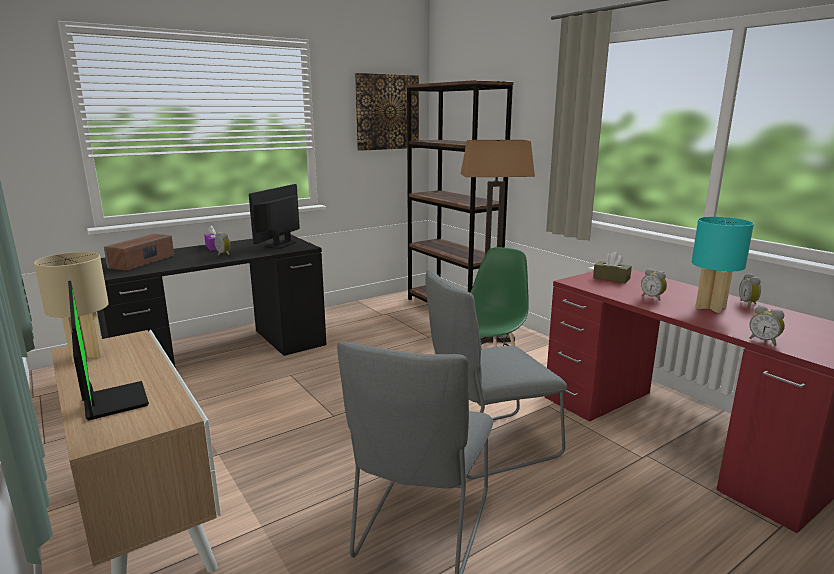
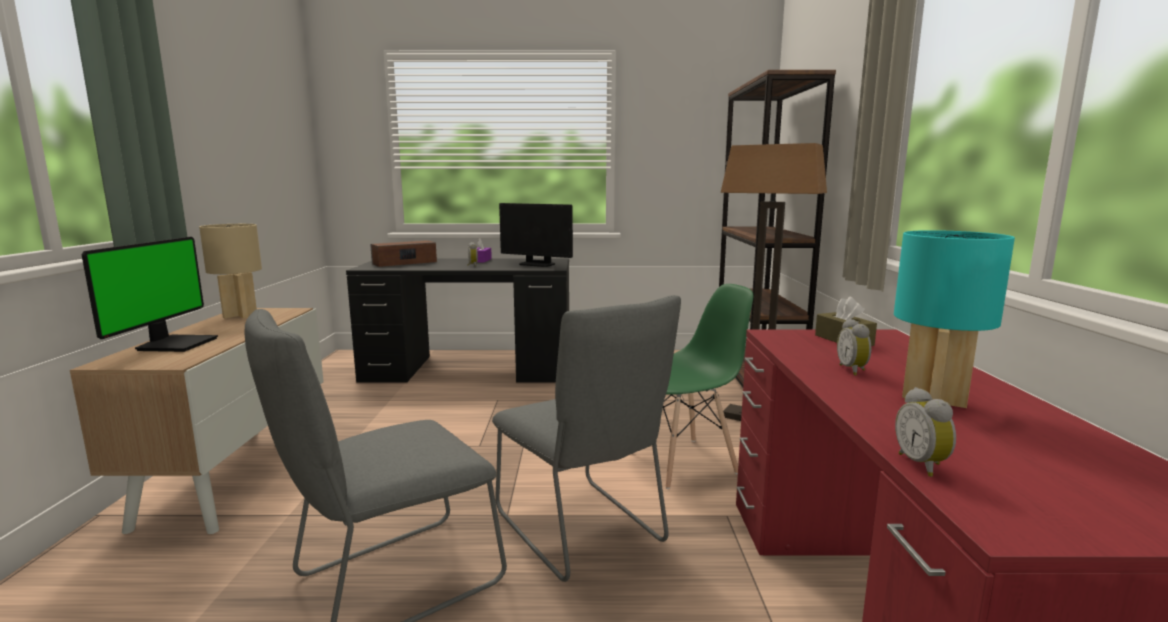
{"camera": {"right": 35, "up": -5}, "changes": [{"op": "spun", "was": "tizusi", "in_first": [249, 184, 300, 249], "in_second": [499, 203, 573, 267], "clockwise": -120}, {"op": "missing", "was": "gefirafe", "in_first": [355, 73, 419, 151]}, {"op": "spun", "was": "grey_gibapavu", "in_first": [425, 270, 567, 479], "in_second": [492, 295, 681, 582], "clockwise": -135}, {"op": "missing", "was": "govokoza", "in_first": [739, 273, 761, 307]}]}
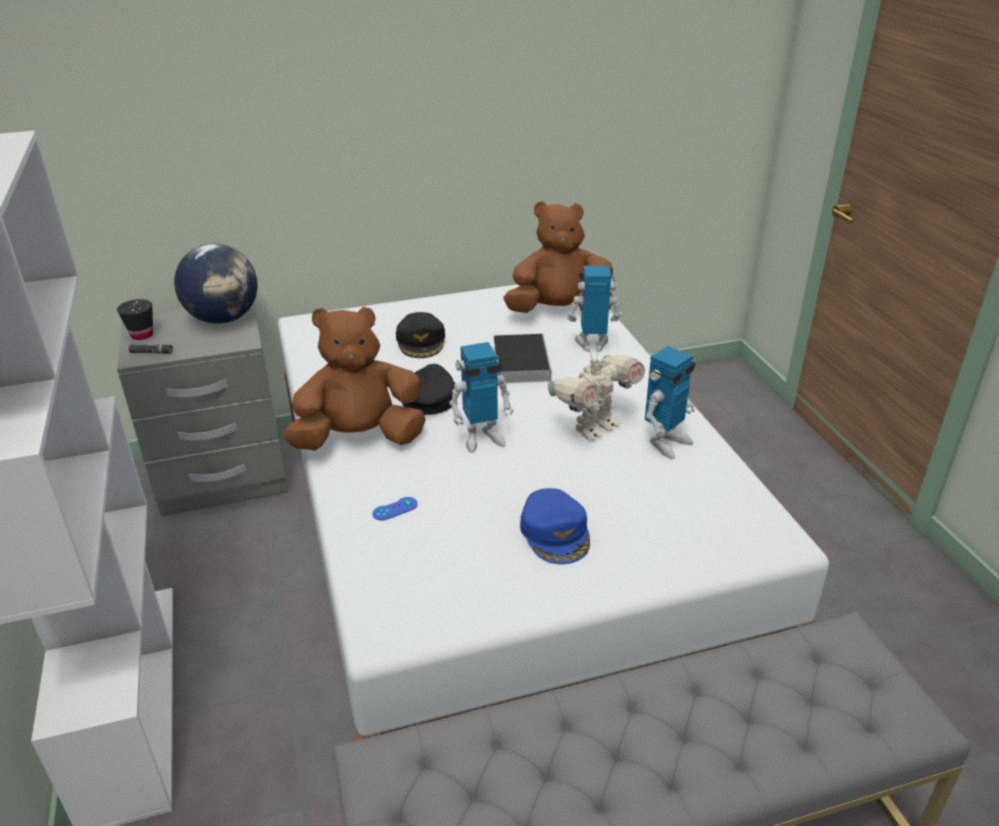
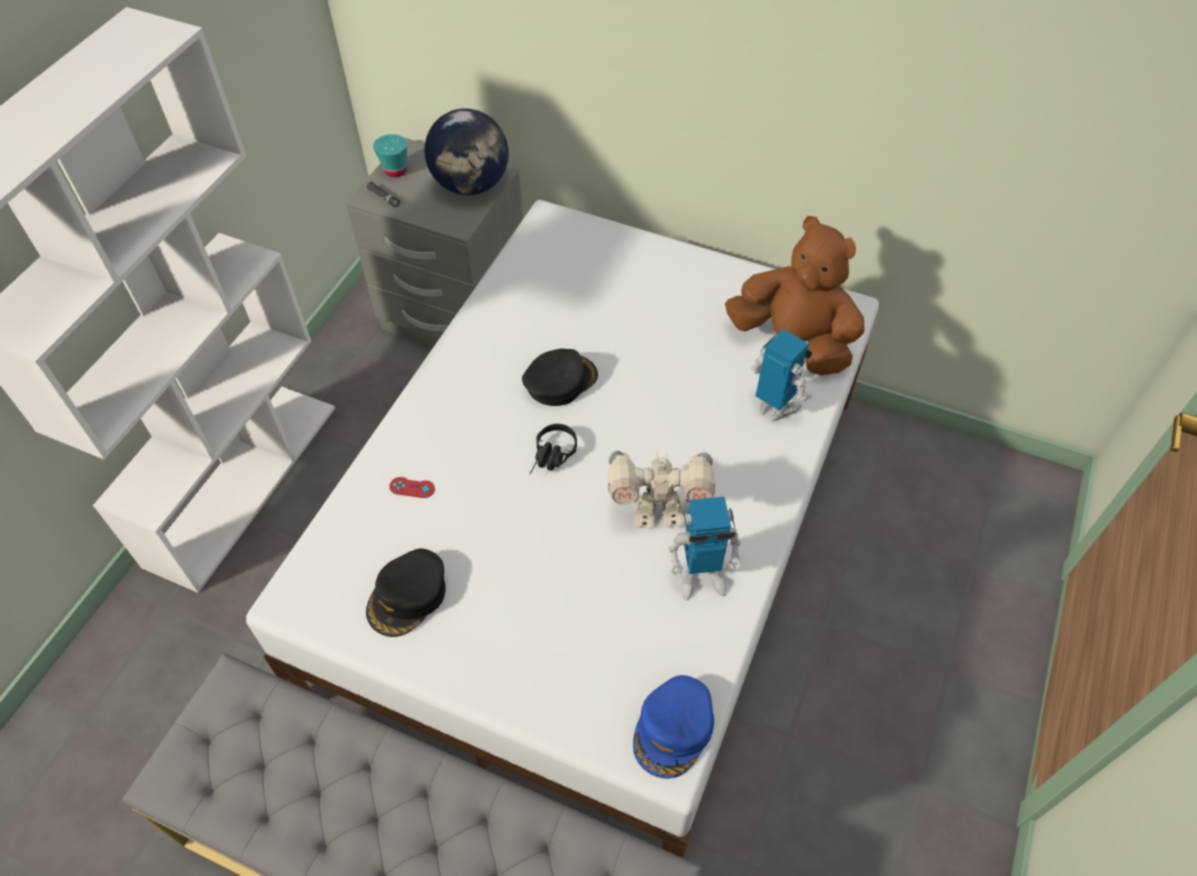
{"camera": {"right": 40, "up": 20}, "changes": [{"op": "colour", "was": "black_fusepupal", "now": "turquoise_fusepupal", "in_first": [117, 299, 153, 340], "in_second": [373, 134, 407, 178]}, {"op": "missing", "was": "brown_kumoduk", "in_first": [283, 306, 426, 450]}, {"op": "colour", "was": "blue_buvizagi", "now": "red_buvizagi", "in_first": [372, 497, 418, 521], "in_second": [389, 477, 435, 498]}, {"op": "relocated", "was": "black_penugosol", "in_first": [396, 312, 445, 358], "in_second": [366, 549, 446, 637]}, {"op": "exchanged", "was": "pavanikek", "now": "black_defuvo", "in_first": [449, 342, 513, 453], "in_second": [530, 424, 577, 474]}, {"op": "missing", "was": "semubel", "in_first": [494, 334, 551, 383]}, {"op": "relocated", "was": "blue_penugosol", "in_first": [520, 488, 590, 564], "in_second": [633, 675, 714, 779]}]}
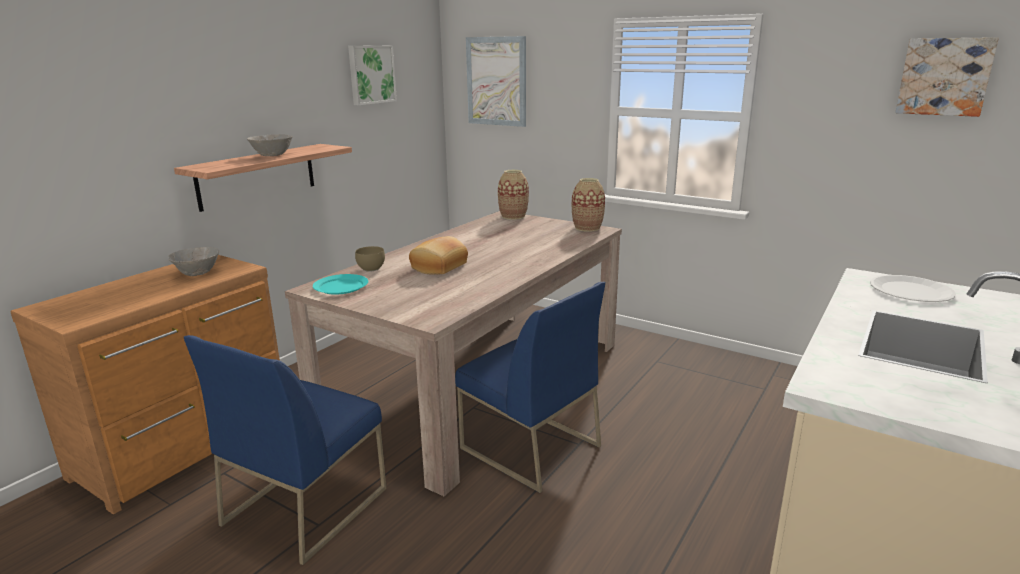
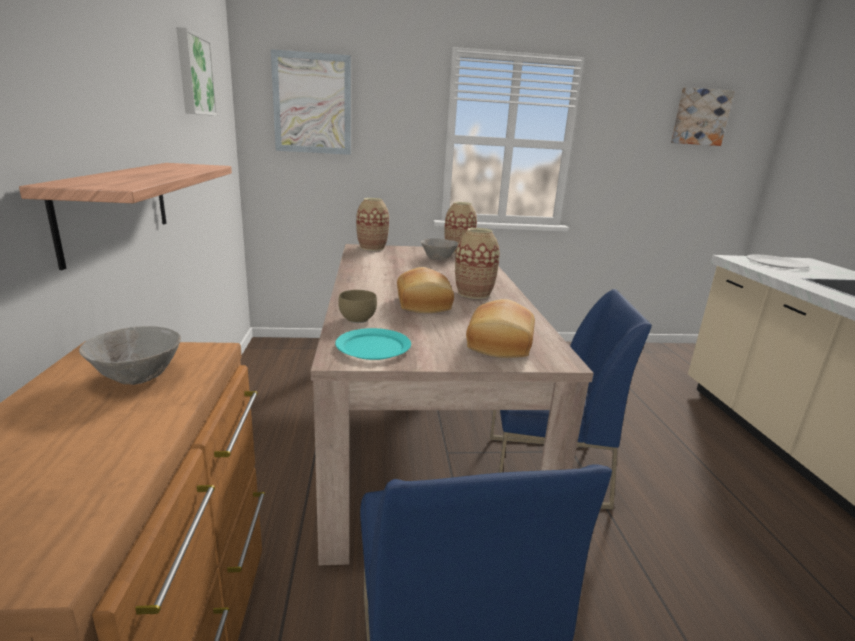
{"camera": {"right": -40, "up": 0}, "changes": [{"op": "relocated", "was": "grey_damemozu", "in_first": [247, 134, 293, 156], "in_second": [421, 238, 458, 260]}, {"op": "appeared", "now": "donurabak", "in_second": [455, 228, 500, 299]}, {"op": "appeared", "now": "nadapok", "in_second": [466, 299, 535, 358]}]}
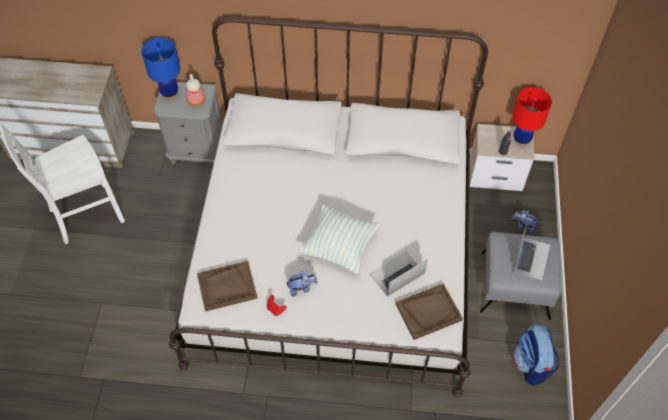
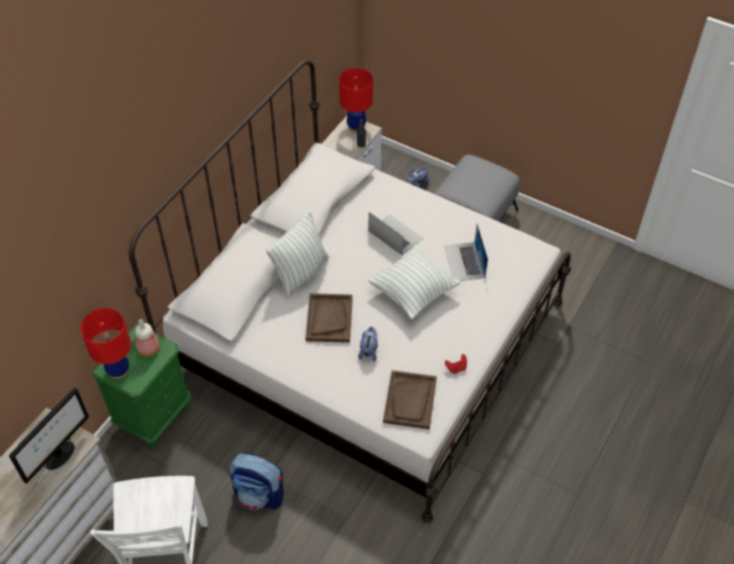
{"camera": {"right": -65, "up": -5}, "changes": [{"op": "colour", "was": "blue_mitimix", "now": "red_mitimix", "in_first": [141, 38, 180, 99], "in_second": [80, 308, 131, 379]}, {"op": "colour", "was": "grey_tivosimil", "now": "green_tivosimil", "in_first": [153, 82, 222, 166], "in_second": [93, 324, 191, 448]}, {"op": "relocated", "was": "kumoduk", "in_first": [285, 271, 318, 297], "in_second": [358, 327, 378, 362]}, {"op": "relocated", "was": "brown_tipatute", "in_first": [395, 283, 463, 340], "in_second": [305, 293, 353, 343]}, {"op": "relocated", "was": "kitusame", "in_first": [513, 222, 550, 280], "in_second": [369, 212, 423, 256]}, {"op": "relocated", "was": "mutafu", "in_first": [513, 325, 559, 386], "in_second": [230, 452, 284, 510]}, {"op": "appeared", "now": "tizusi", "in_second": [9, 388, 89, 484]}, {"op": "appeared", "now": "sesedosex", "in_second": [266, 210, 329, 299]}]}
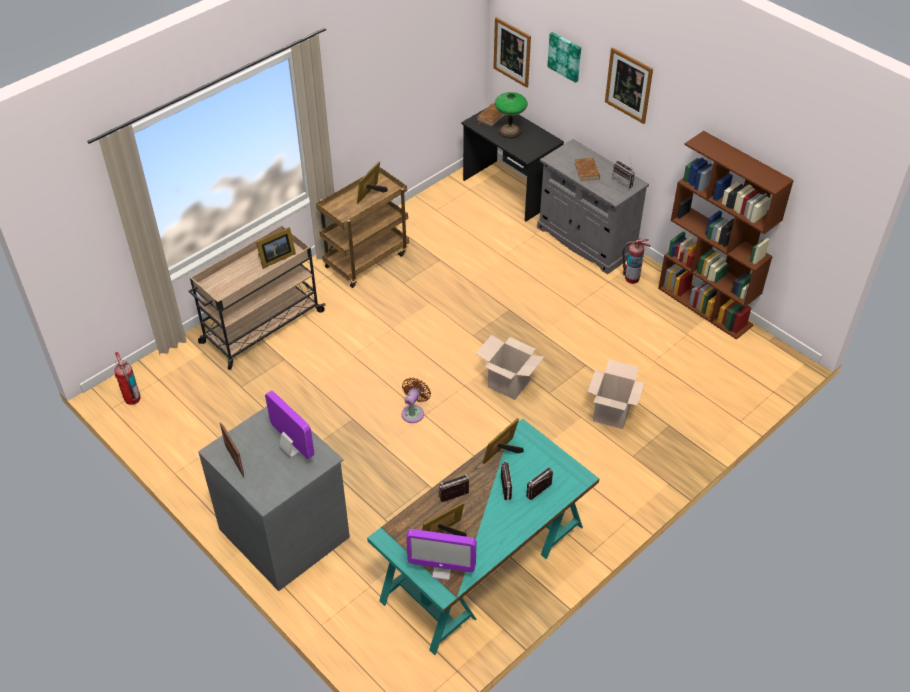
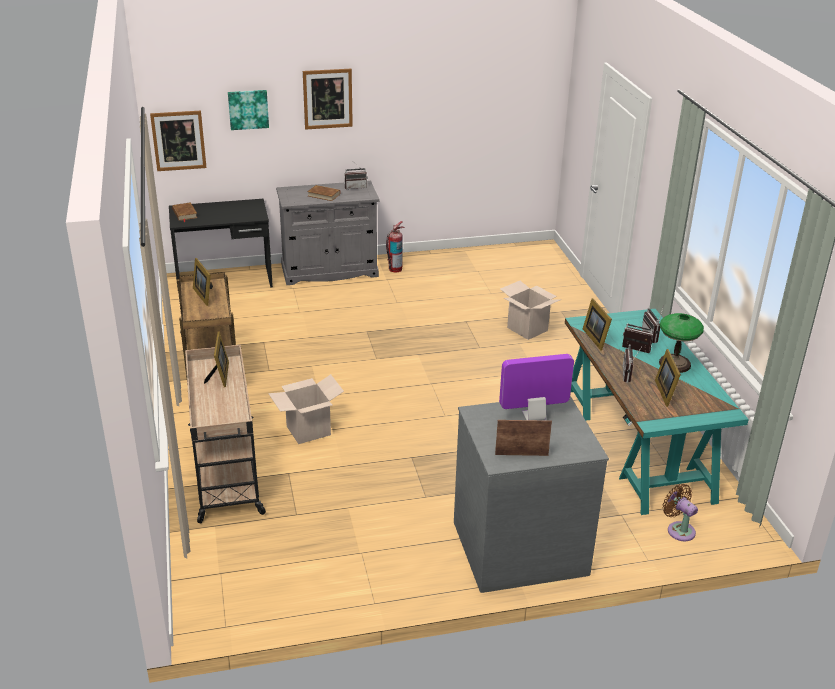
{"camera": {"right": -60, "up": -15}, "changes": [{"op": "missing", "was": "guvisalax", "in_first": [114, 352, 141, 405]}, {"op": "relocated", "was": "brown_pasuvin", "in_first": [402, 378, 431, 423], "in_second": [662, 484, 698, 541]}, {"op": "missing", "was": "tizusi", "in_first": [406, 529, 476, 580]}, {"op": "relocated", "was": "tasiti", "in_first": [476, 335, 544, 400], "in_second": [268, 374, 344, 444]}, {"op": "relocated", "was": "mitimix", "in_first": [495, 92, 527, 139], "in_second": [659, 313, 704, 373]}, {"op": "missing", "was": "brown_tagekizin", "in_first": [658, 131, 794, 340]}]}
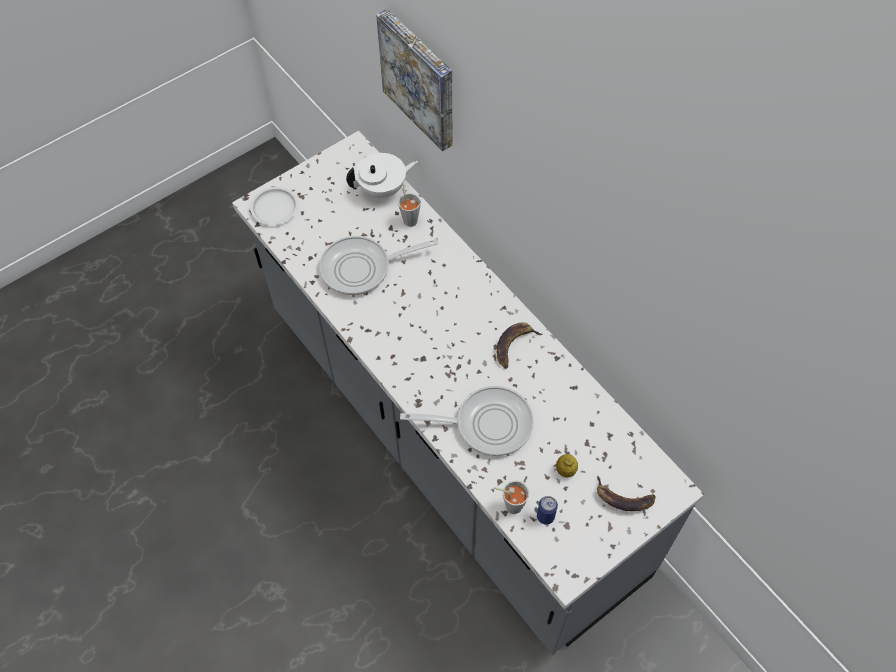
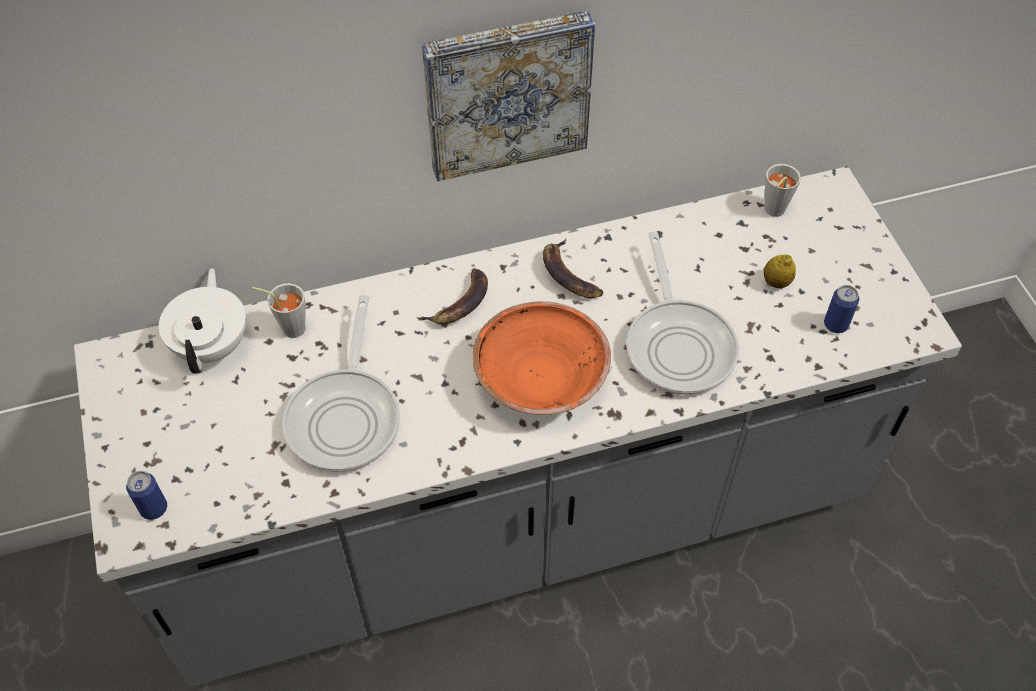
{"camera": {"right": -70, "up": -5}, "changes": [{"op": "exchanged", "was": "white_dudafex", "now": "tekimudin", "in_first": [250, 187, 298, 225], "in_second": [126, 471, 167, 520]}, {"op": "relocated", "was": "gefirafe", "in_first": [376, 9, 452, 151], "in_second": [422, 11, 595, 181]}, {"op": "spun", "was": "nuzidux", "in_first": [400, 386, 534, 456], "in_second": [626, 232, 739, 395], "clockwise": 150}, {"op": "relocated", "was": "grey_fusepupal", "in_first": [494, 480, 529, 514], "in_second": [764, 164, 801, 217]}, {"op": "relocated", "was": "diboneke", "in_first": [597, 475, 656, 511], "in_second": [417, 268, 488, 324]}, {"op": "appeared", "now": "orange_damemozu", "in_second": [472, 301, 611, 415]}]}
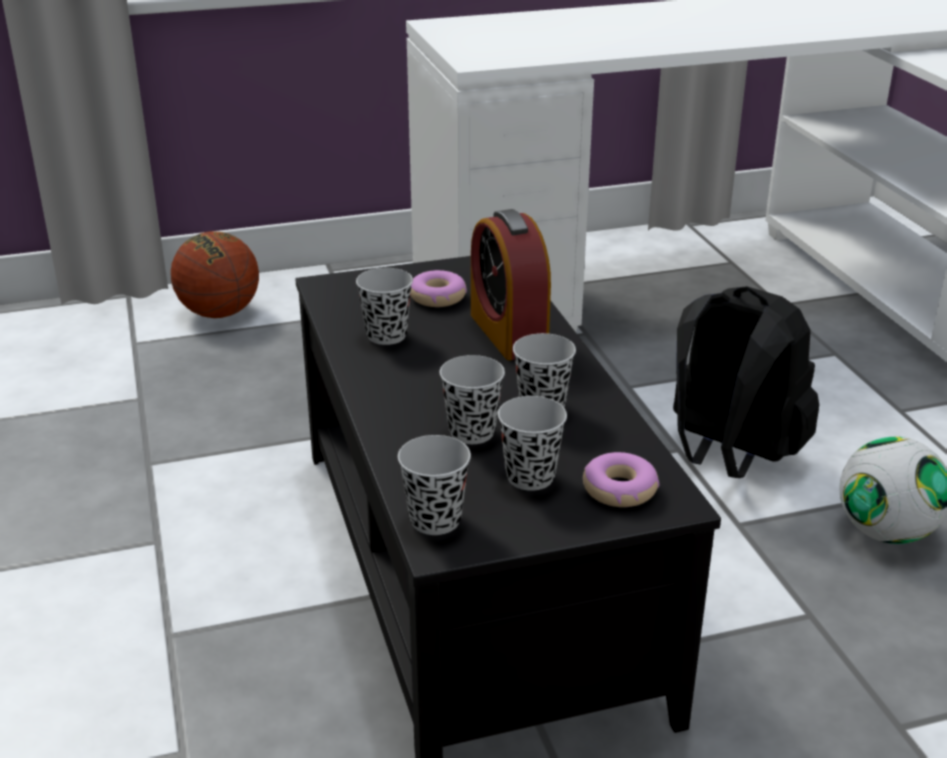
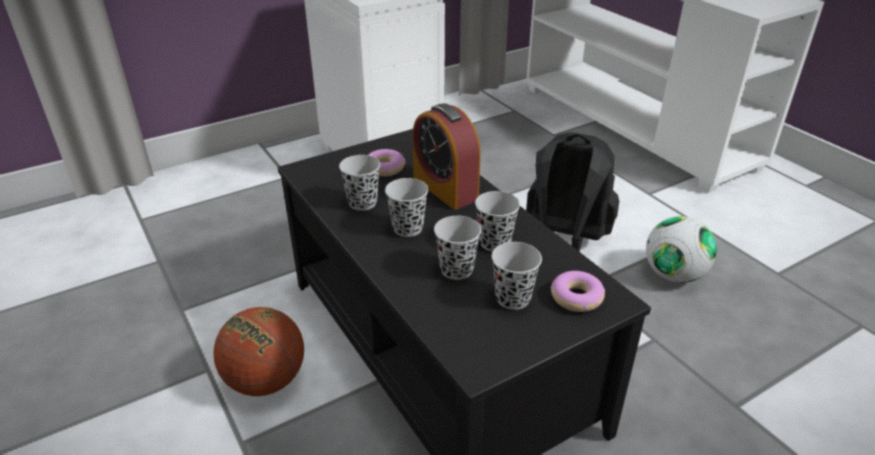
{"camera": {"right": -15, "up": 5}, "changes": [{"op": "relocated", "was": "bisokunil", "in_first": [171, 231, 259, 318], "in_second": [213, 307, 304, 396]}, {"op": "relocated", "was": "black_fusepupal", "in_first": [398, 435, 471, 535], "in_second": [385, 178, 429, 237]}]}
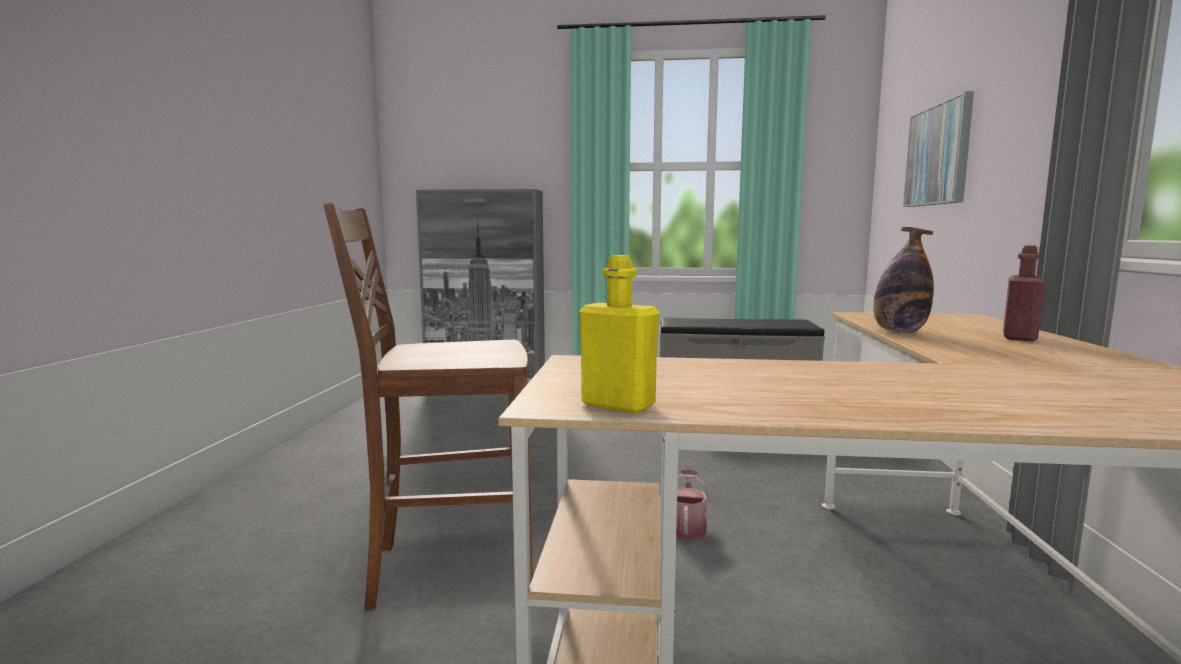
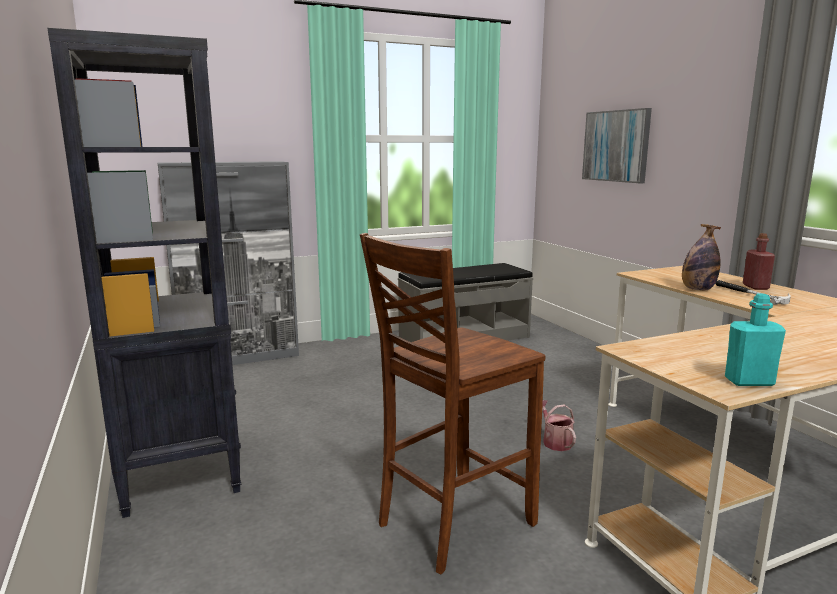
{"camera": {"right": -30, "up": 5}, "changes": [{"op": "colour", "was": "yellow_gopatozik", "now": "turquoise_gopatozik", "in_first": [579, 255, 659, 414], "in_second": [725, 294, 786, 386]}, {"op": "appeared", "now": "black_tagekizin", "in_second": [47, 28, 241, 518]}, {"op": "appeared", "now": "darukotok", "in_second": [716, 280, 791, 305]}]}
